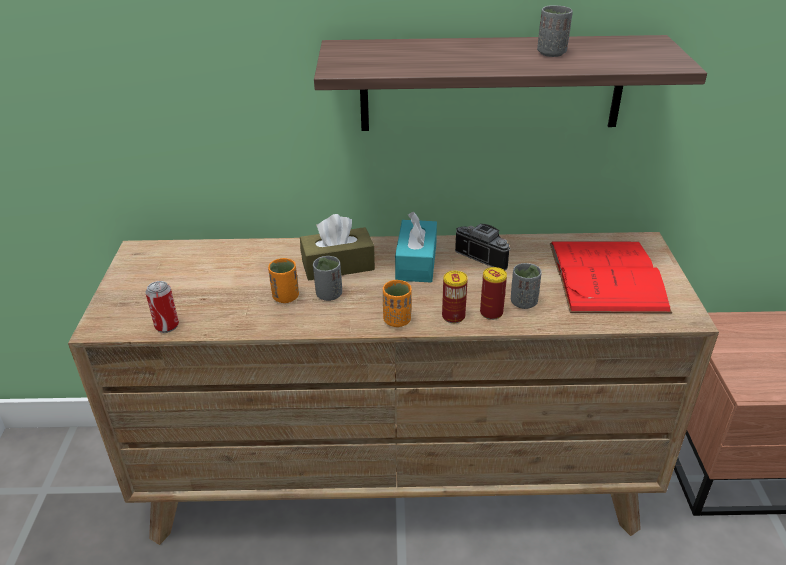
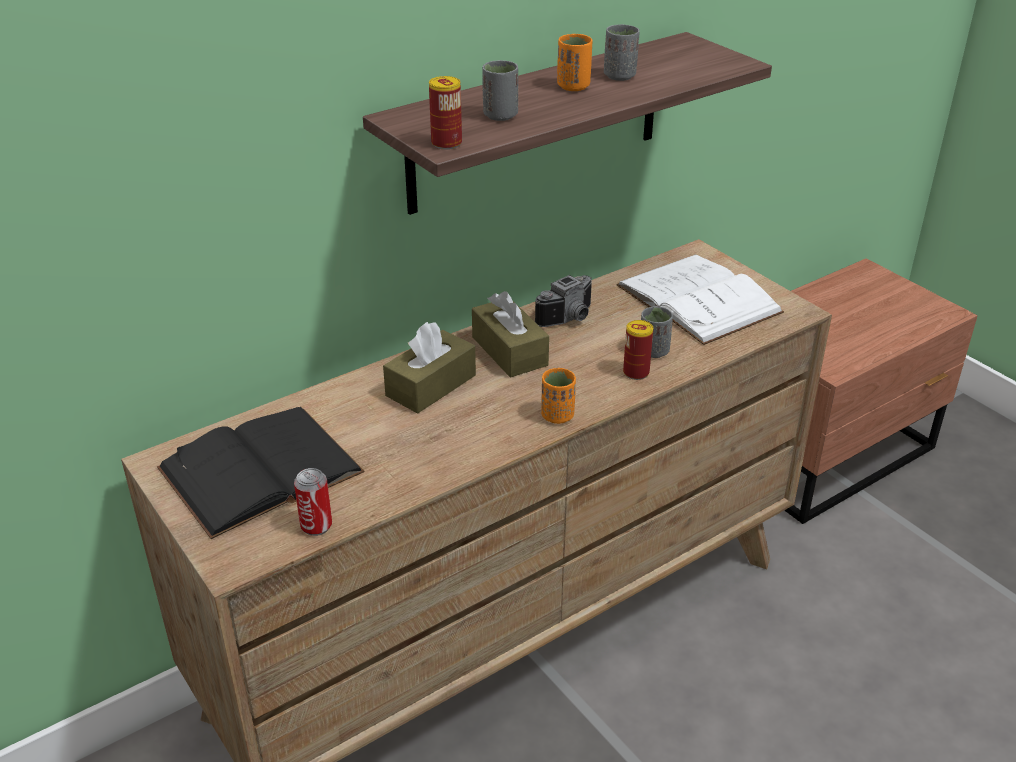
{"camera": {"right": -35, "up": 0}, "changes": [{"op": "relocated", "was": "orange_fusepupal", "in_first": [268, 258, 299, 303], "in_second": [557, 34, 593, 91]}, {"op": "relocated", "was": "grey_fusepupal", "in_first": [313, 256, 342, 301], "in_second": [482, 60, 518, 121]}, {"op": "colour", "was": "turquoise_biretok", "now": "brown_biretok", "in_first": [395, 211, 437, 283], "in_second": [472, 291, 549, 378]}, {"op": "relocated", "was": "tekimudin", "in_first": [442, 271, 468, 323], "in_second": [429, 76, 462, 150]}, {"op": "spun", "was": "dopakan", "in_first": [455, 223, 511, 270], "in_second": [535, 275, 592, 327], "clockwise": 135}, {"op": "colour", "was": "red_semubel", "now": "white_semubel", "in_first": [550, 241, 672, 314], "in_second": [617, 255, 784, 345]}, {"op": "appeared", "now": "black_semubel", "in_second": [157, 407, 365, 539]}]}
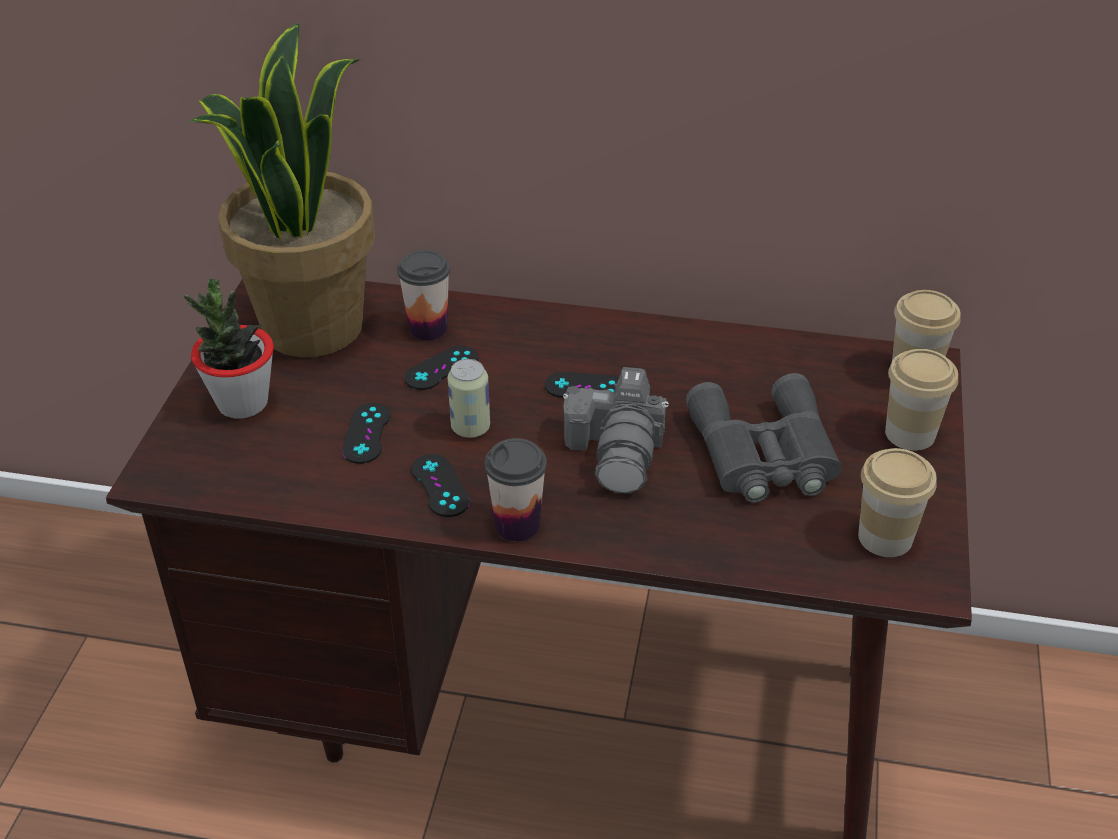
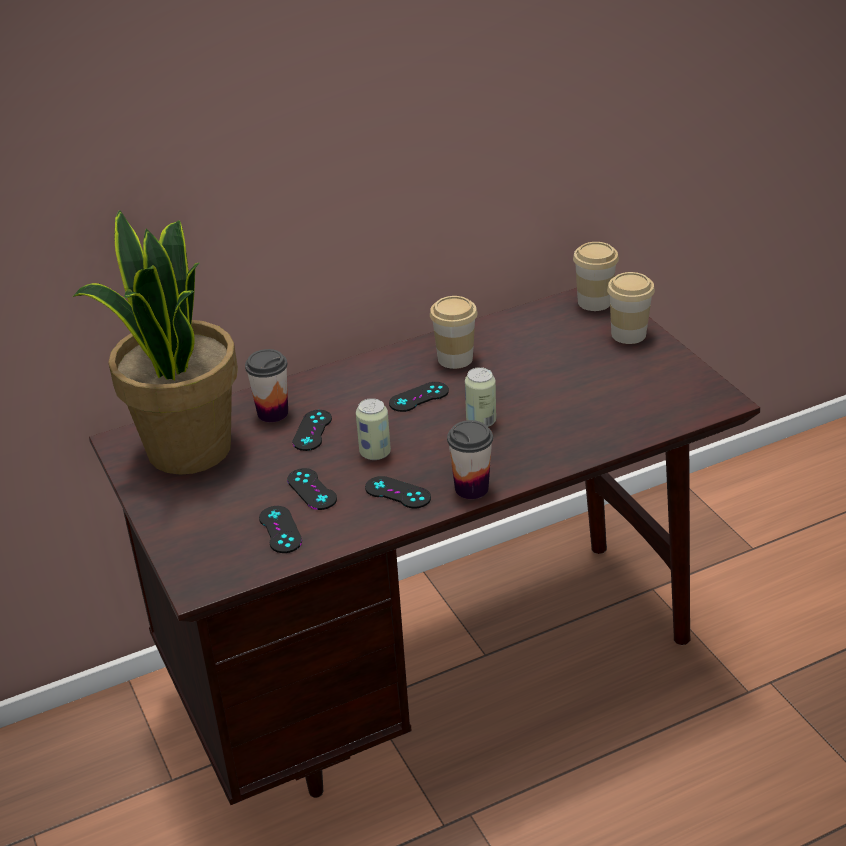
{"camera": {"right": -35, "up": -5}, "changes": [{"op": "missing", "was": "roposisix", "in_first": [184, 279, 274, 419]}, {"op": "exchanged", "was": "dopakan", "now": "tekimudin", "in_first": [563, 367, 669, 493], "in_second": [465, 367, 496, 427]}, {"op": "missing", "was": "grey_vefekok", "in_first": [686, 373, 842, 503]}, {"op": "relocated", "was": "fusepupal", "in_first": [858, 448, 937, 557], "in_second": [430, 296, 478, 369]}, {"op": "appeared", "now": "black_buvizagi", "in_second": [259, 506, 302, 553]}]}
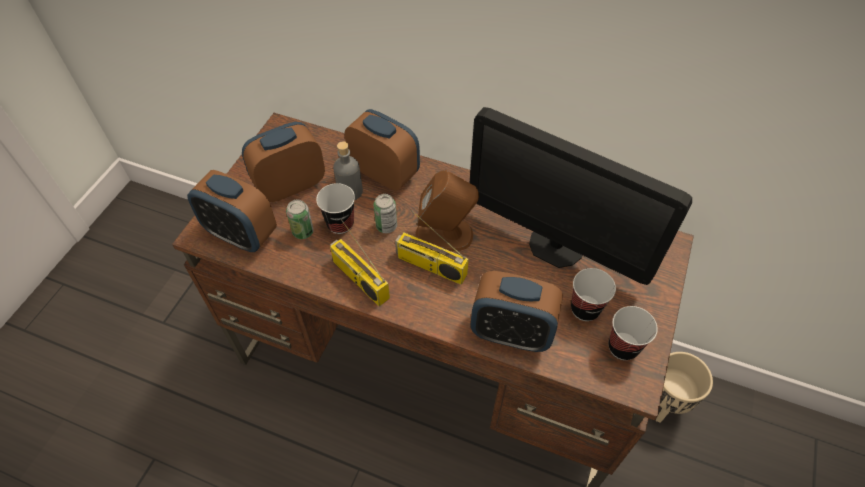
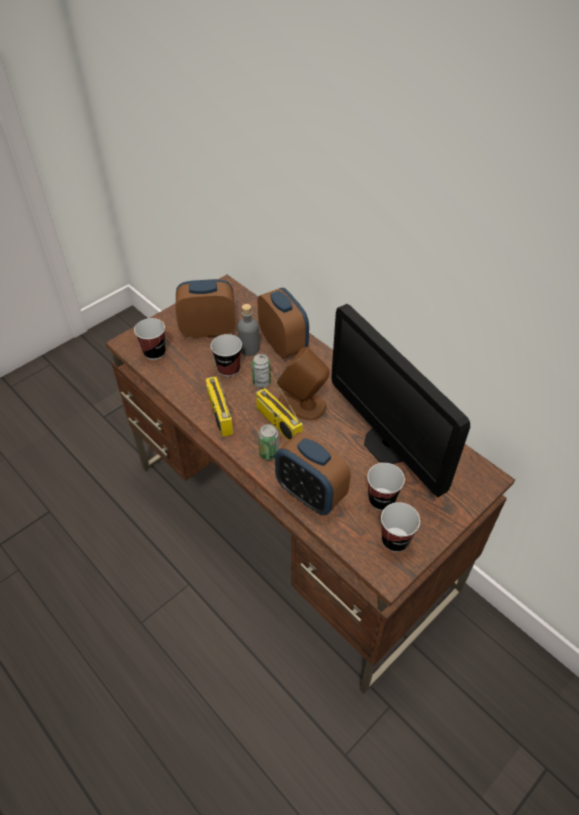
{"camera": {"right": 25, "up": -5}, "changes": [{"op": "exchanged", "was": "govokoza", "now": "fusepupal", "in_first": [187, 170, 277, 252], "in_second": [134, 318, 166, 360]}, {"op": "relocated", "was": "tekimudin", "in_first": [286, 200, 314, 239], "in_second": [258, 424, 279, 460]}, {"op": "missing", "was": "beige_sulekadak", "in_first": [656, 352, 713, 423]}]}
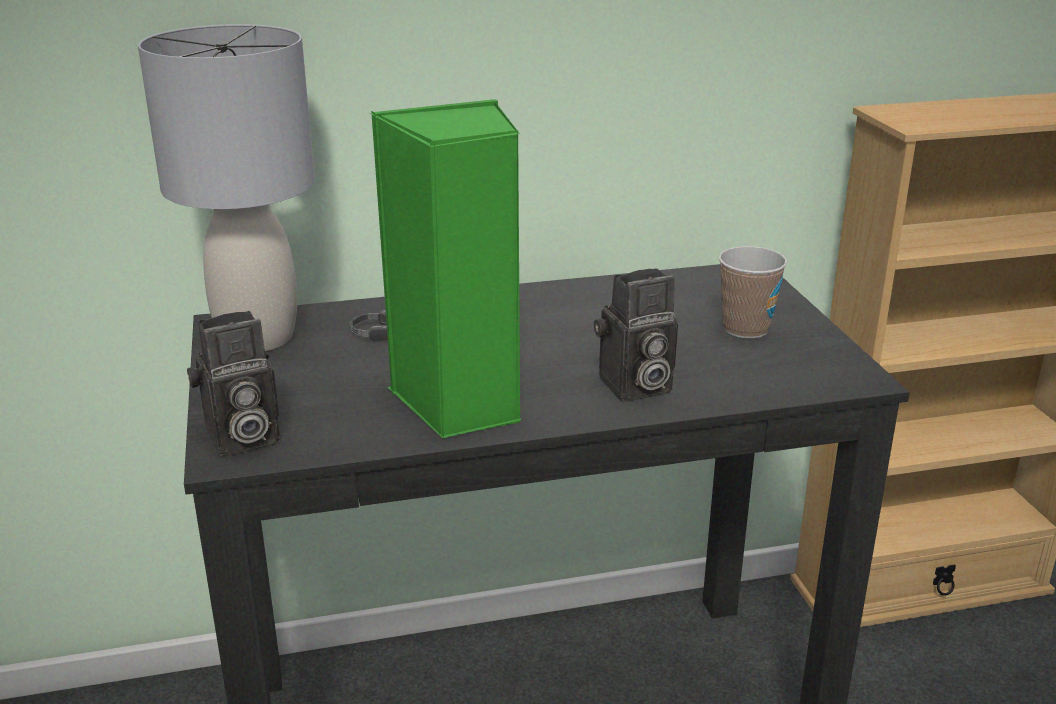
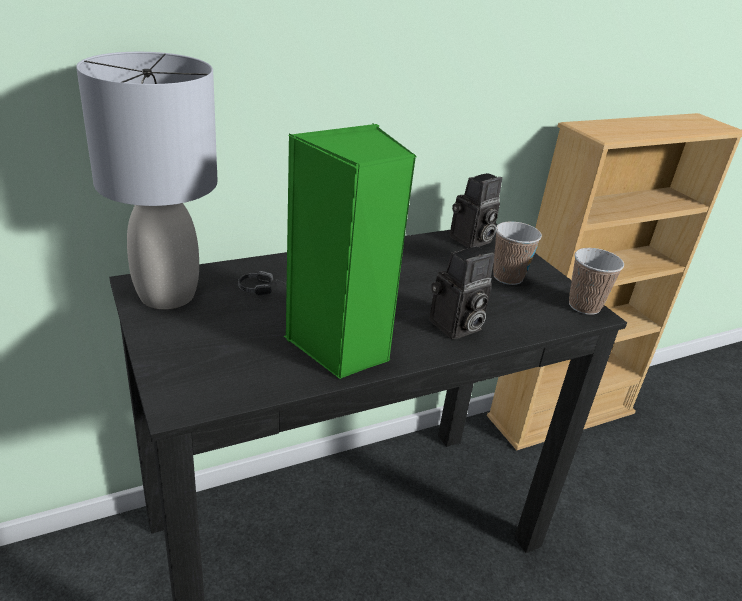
{"camera": {"right": -15, "up": 5}, "changes": [{"op": "relocated", "was": "dopakan", "in_first": [187, 311, 280, 456], "in_second": [450, 173, 502, 248]}, {"op": "appeared", "now": "fusepupal", "in_second": [569, 248, 624, 315]}]}
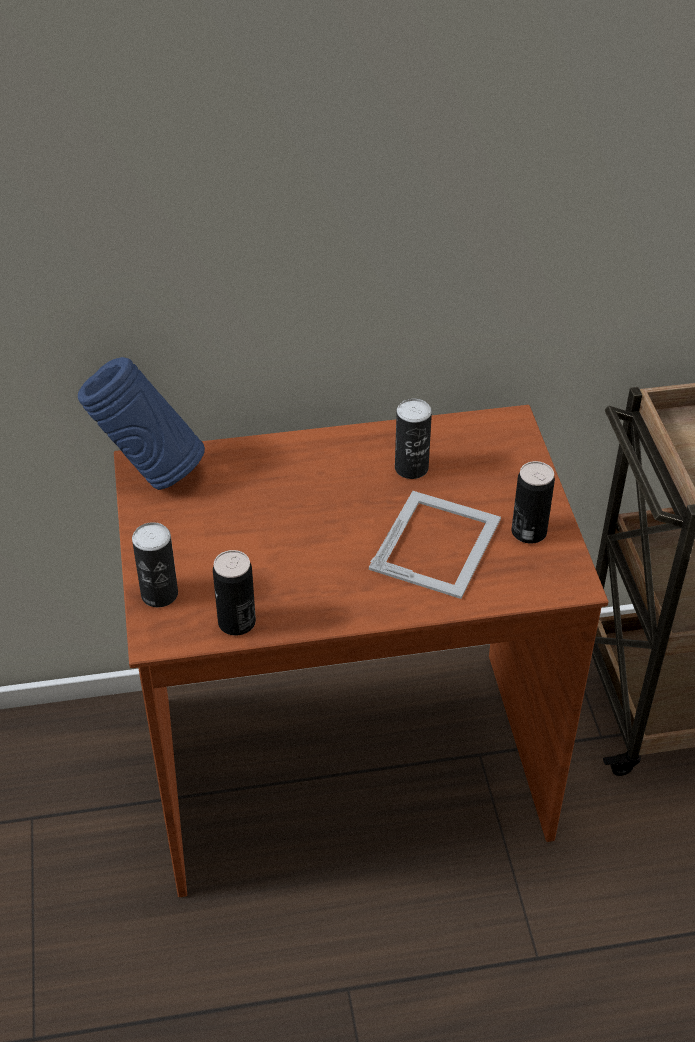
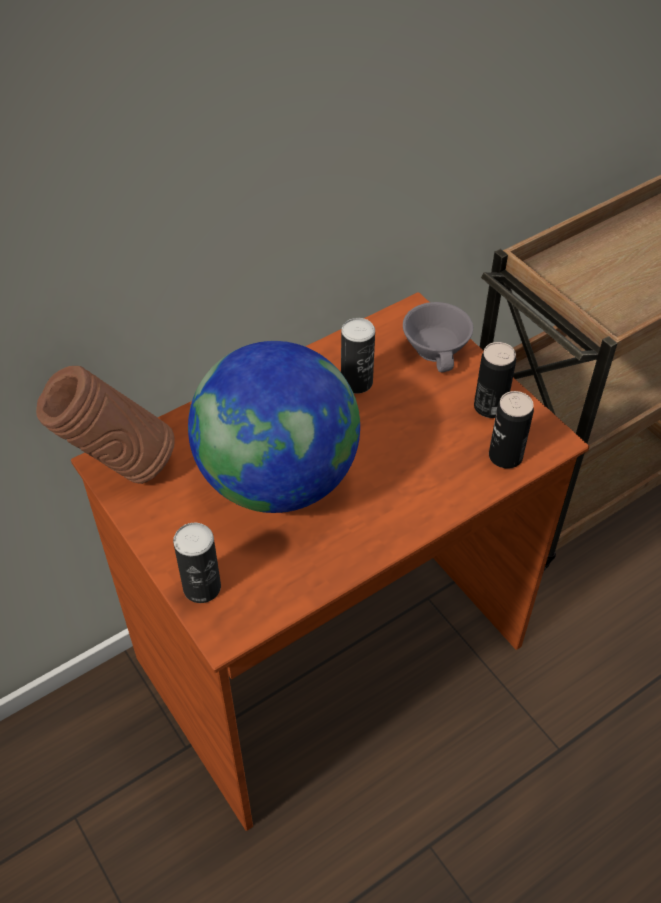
{"camera": {"right": -25, "up": 5}, "changes": [{"op": "colour", "was": "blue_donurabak", "now": "brown_donurabak", "in_first": [78, 357, 205, 490], "in_second": [36, 366, 174, 484]}, {"op": "relocated", "was": "tekimudin", "in_first": [213, 550, 256, 635], "in_second": [489, 391, 534, 468]}, {"op": "missing", "was": "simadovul", "in_first": [369, 491, 501, 599]}, {"op": "appeared", "now": "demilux", "in_second": [188, 341, 360, 513]}, {"op": "appeared", "now": "grey_fusepupal", "in_second": [403, 302, 473, 372]}]}
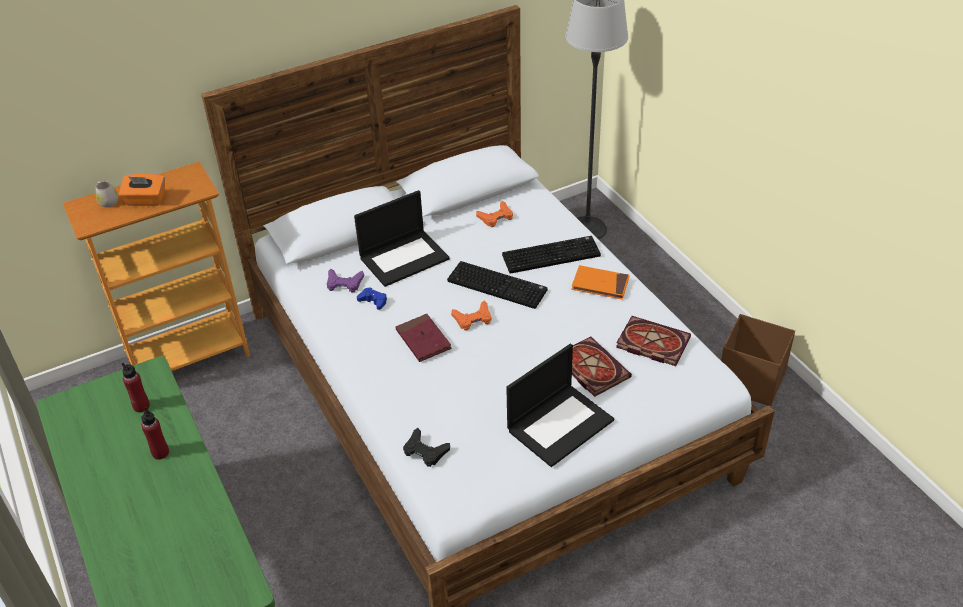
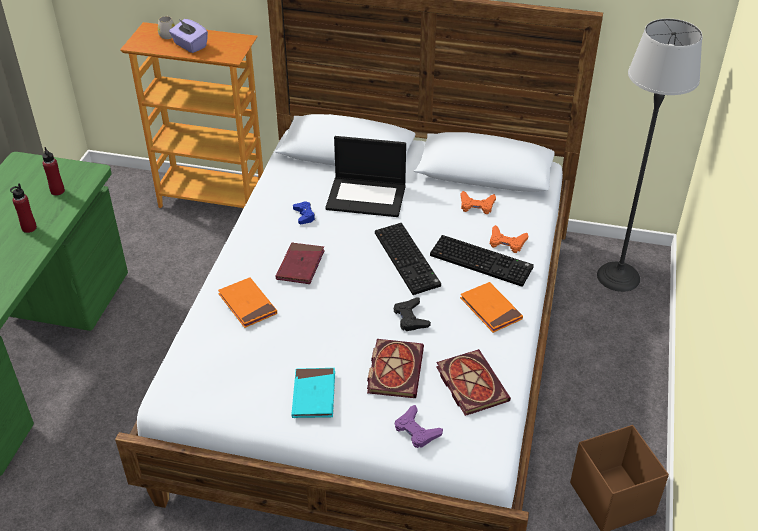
{"camera": {"right": 40, "up": 0}, "changes": [{"op": "colour", "was": "orange_biretok", "now": "purple_biretok", "in_first": [119, 173, 165, 206], "in_second": [169, 19, 208, 53]}, {"op": "relocated", "was": "purple_buvizagi", "in_first": [327, 269, 364, 293], "in_second": [395, 405, 443, 448]}, {"op": "relocated", "was": "black_buvizagi", "in_first": [403, 428, 450, 467], "in_second": [394, 297, 431, 331]}, {"op": "relocated", "was": "orange_buvizagi", "in_first": [451, 301, 491, 330], "in_second": [490, 225, 528, 253]}, {"op": "exchanged", "was": "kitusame", "now": "turquoise_semubel", "in_first": [506, 344, 614, 467], "in_second": [292, 368, 335, 418]}, {"op": "appeared", "now": "orange_semubel", "in_second": [218, 277, 277, 328]}]}
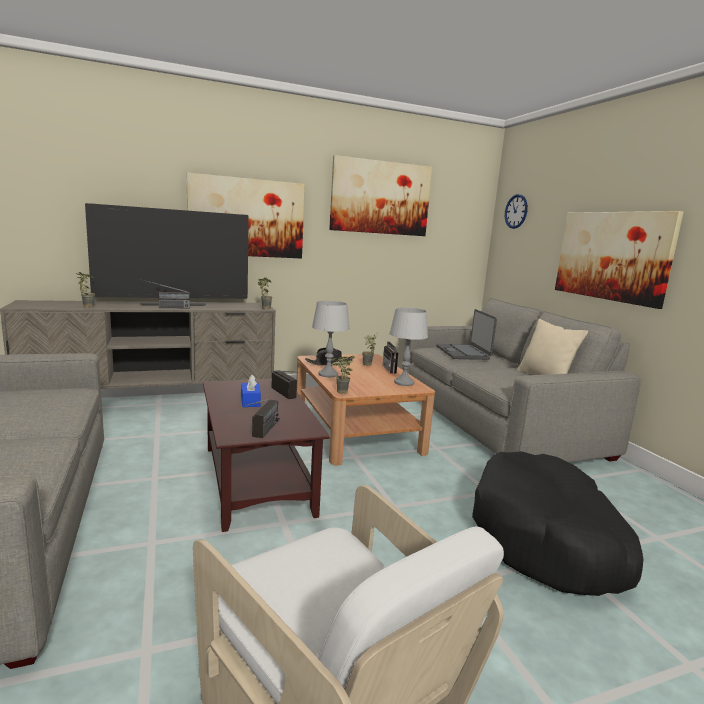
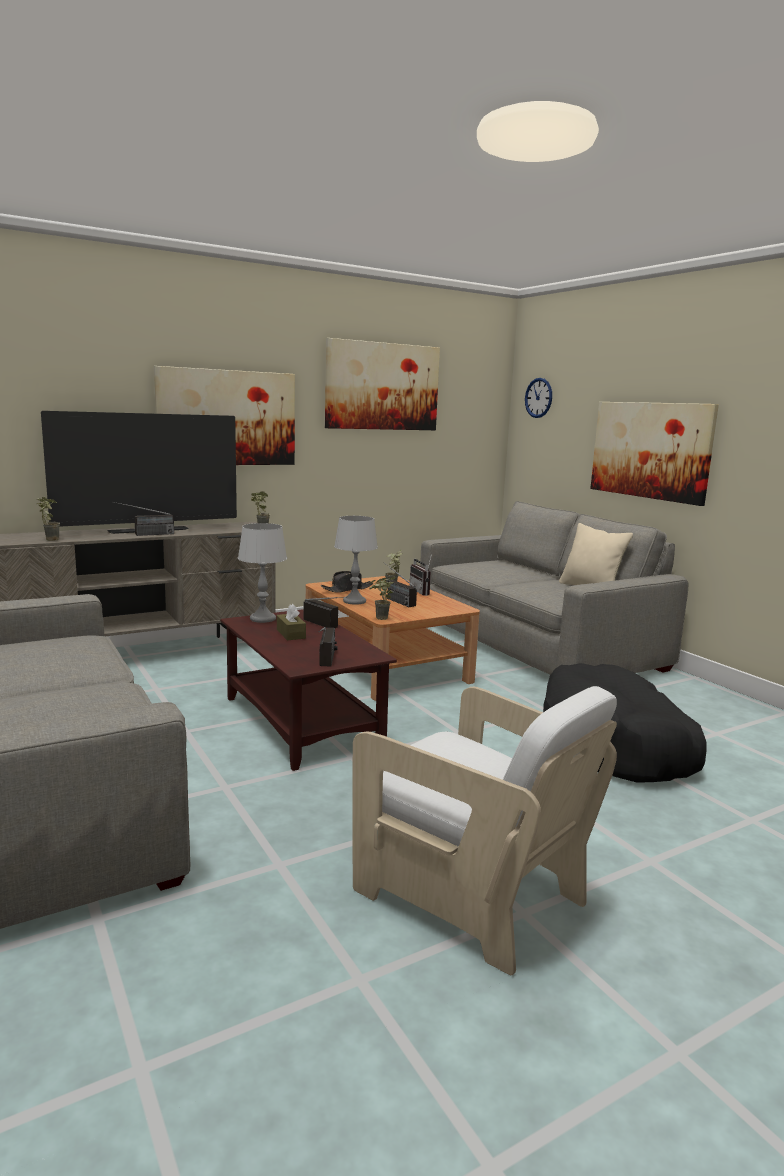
{"camera": {"right": -10, "up": 0}, "changes": [{"op": "colour", "was": "blue_biretok", "now": "brown_biretok", "in_first": [241, 374, 261, 407], "in_second": [277, 604, 306, 640]}, {"op": "relocated", "was": "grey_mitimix", "in_first": [389, 307, 428, 386], "in_second": [238, 523, 287, 623]}, {"op": "missing", "was": "kitusame", "in_first": [436, 309, 497, 360]}, {"op": "appeared", "now": "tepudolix", "in_second": [387, 565, 417, 607]}]}
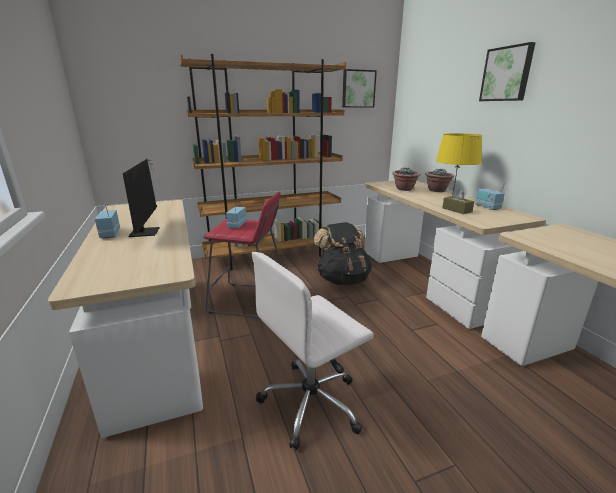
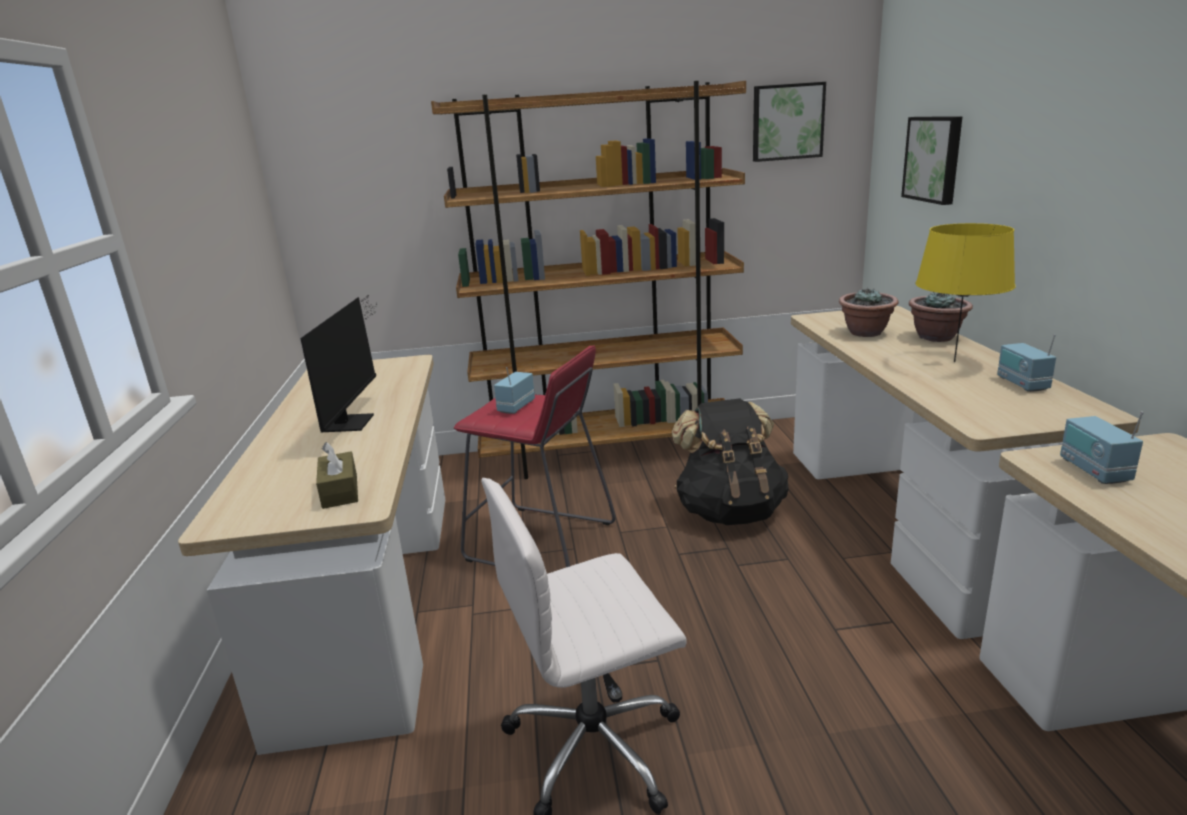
{"camera": {"right": 15, "up": 0}, "changes": [{"op": "relocated", "was": "tepudolix", "in_first": [95, 204, 120, 239], "in_second": [1060, 411, 1144, 484]}, {"op": "relocated", "was": "brown_biretok", "in_first": [442, 189, 474, 214], "in_second": [316, 442, 358, 509]}, {"op": "relocated", "was": "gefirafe", "in_first": [479, 42, 536, 101], "in_second": [901, 117, 962, 205]}]}
